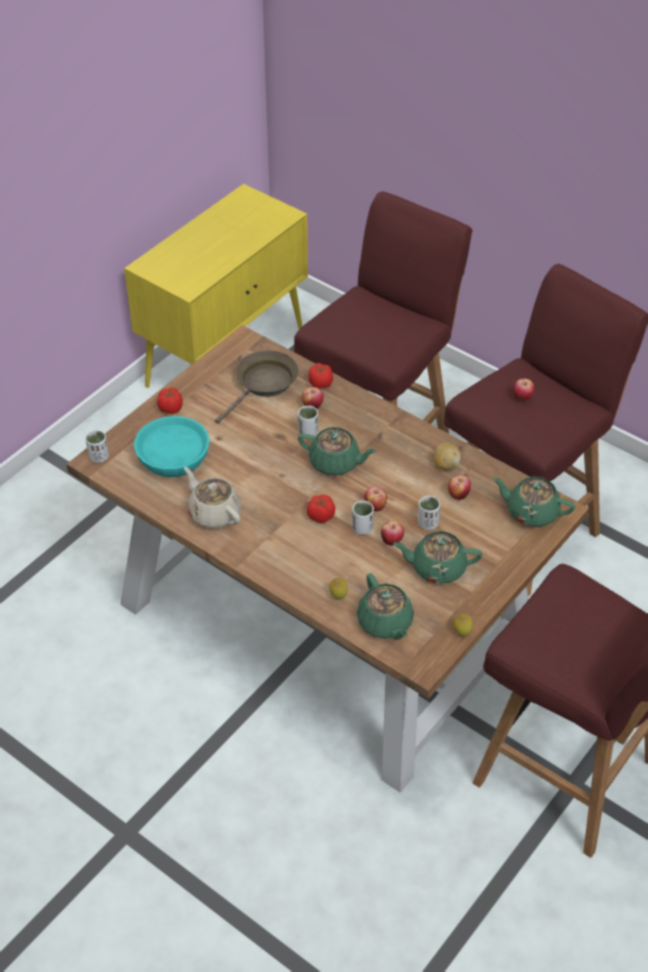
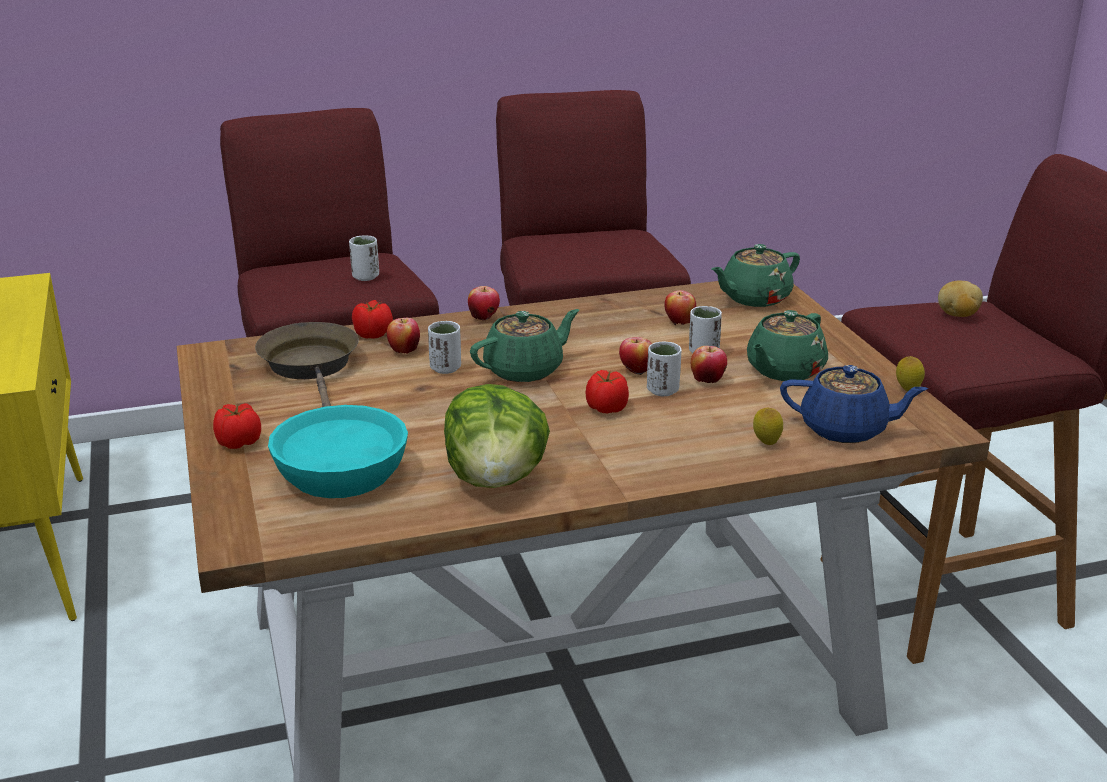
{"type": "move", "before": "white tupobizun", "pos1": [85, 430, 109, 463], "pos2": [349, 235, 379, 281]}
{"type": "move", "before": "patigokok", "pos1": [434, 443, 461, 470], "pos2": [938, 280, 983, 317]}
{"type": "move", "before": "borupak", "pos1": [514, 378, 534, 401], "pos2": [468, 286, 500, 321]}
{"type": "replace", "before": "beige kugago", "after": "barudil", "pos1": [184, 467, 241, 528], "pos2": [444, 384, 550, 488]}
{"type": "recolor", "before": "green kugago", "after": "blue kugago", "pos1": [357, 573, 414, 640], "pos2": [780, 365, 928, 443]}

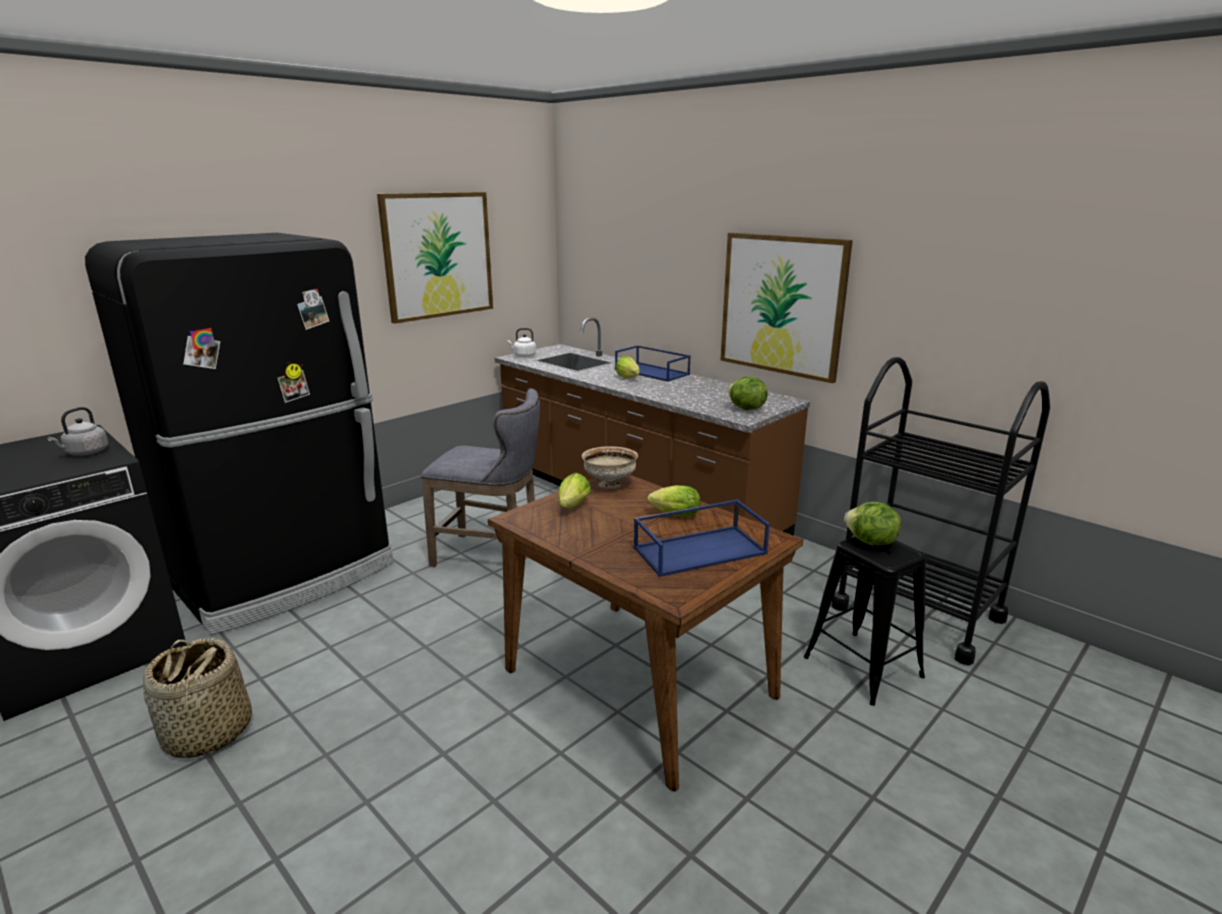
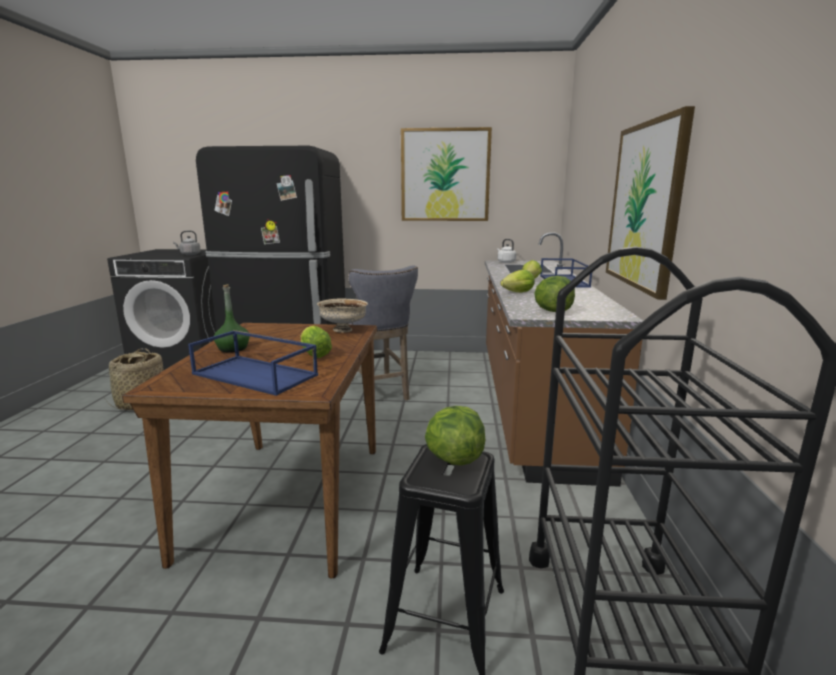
{"type": "insert", "after": "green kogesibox", "pos2": [214, 284, 250, 352]}
{"type": "move", "before": "barudil", "pos1": [558, 473, 591, 508], "pos2": [500, 270, 535, 292]}

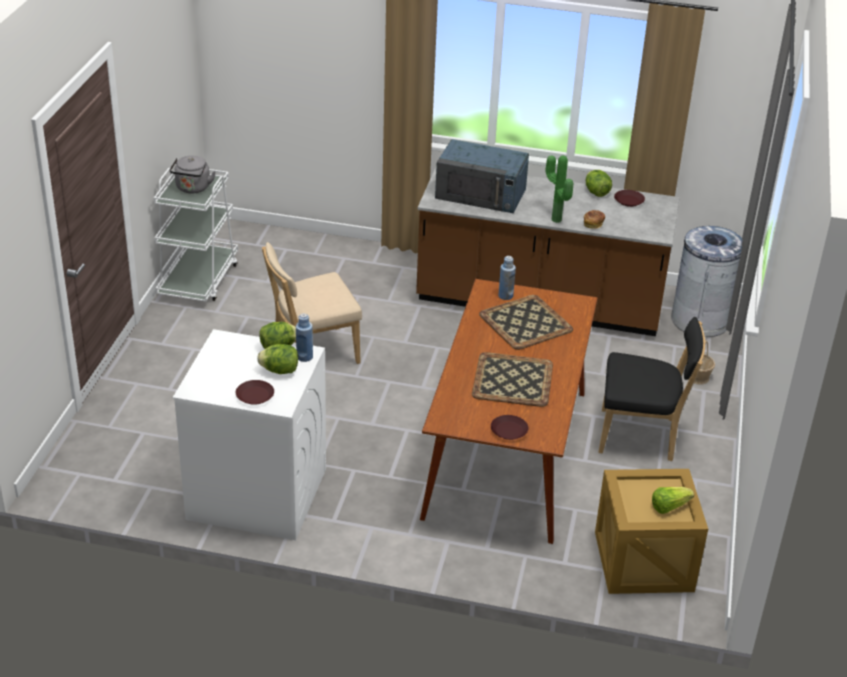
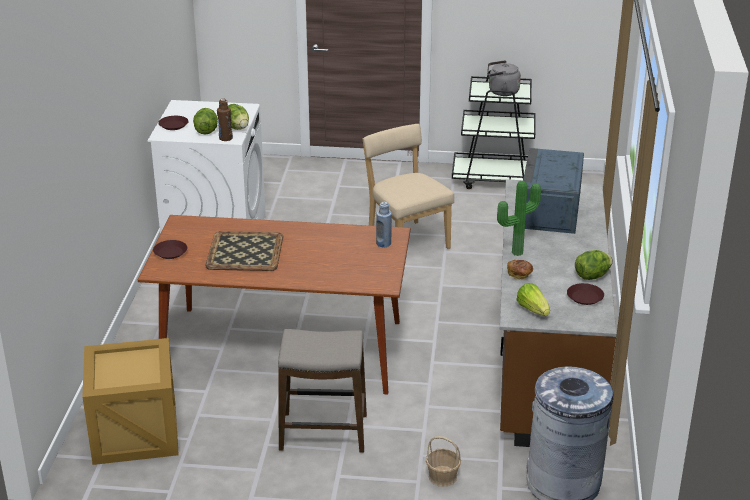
{"type": "delete", "before": "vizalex", "pos1": [479, 295, 573, 350]}
{"type": "move", "before": "barudil", "pos1": [652, 487, 694, 514], "pos2": [516, 283, 550, 316]}
{"type": "replace", "before": "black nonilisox", "after": "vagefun", "pos1": [598, 317, 705, 461], "pos2": [278, 329, 367, 453]}
{"type": "recolor", "before": "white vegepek", "after": "black vegepek", "pos1": [154, 168, 238, 302], "pos2": [452, 70, 535, 189]}
{"type": "recolor", "before": "blue kogesibox", "after": "brown kogesibox", "pos1": [296, 313, 313, 362], "pos2": [217, 99, 233, 141]}

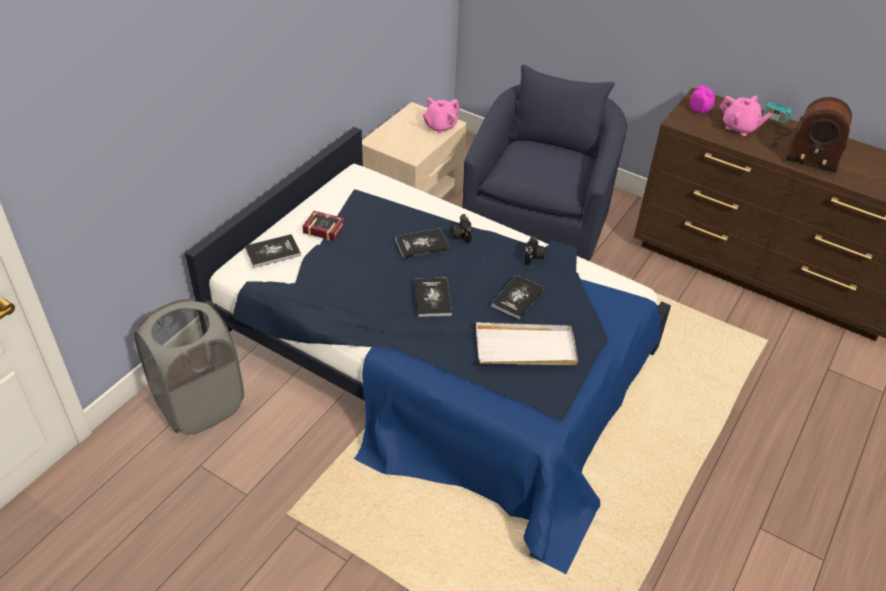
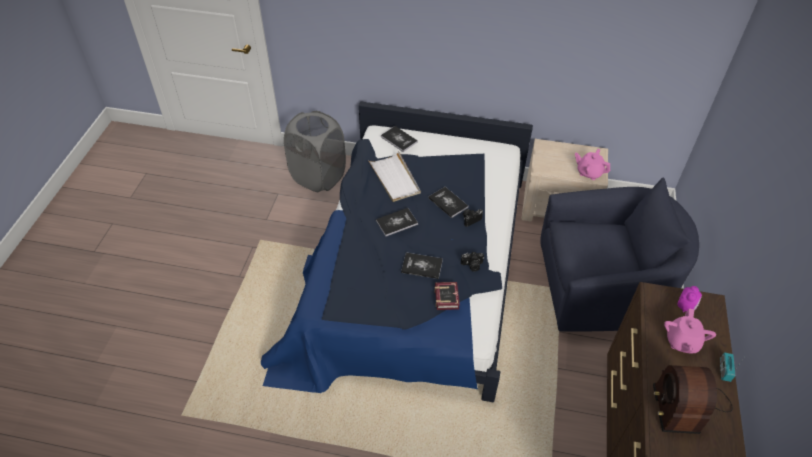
{"type": "move", "before": "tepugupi", "pos1": [302, 211, 345, 241], "pos2": [434, 282, 460, 310]}
{"type": "move", "before": "white vizalex", "pos1": [476, 322, 578, 365], "pos2": [368, 151, 421, 202]}

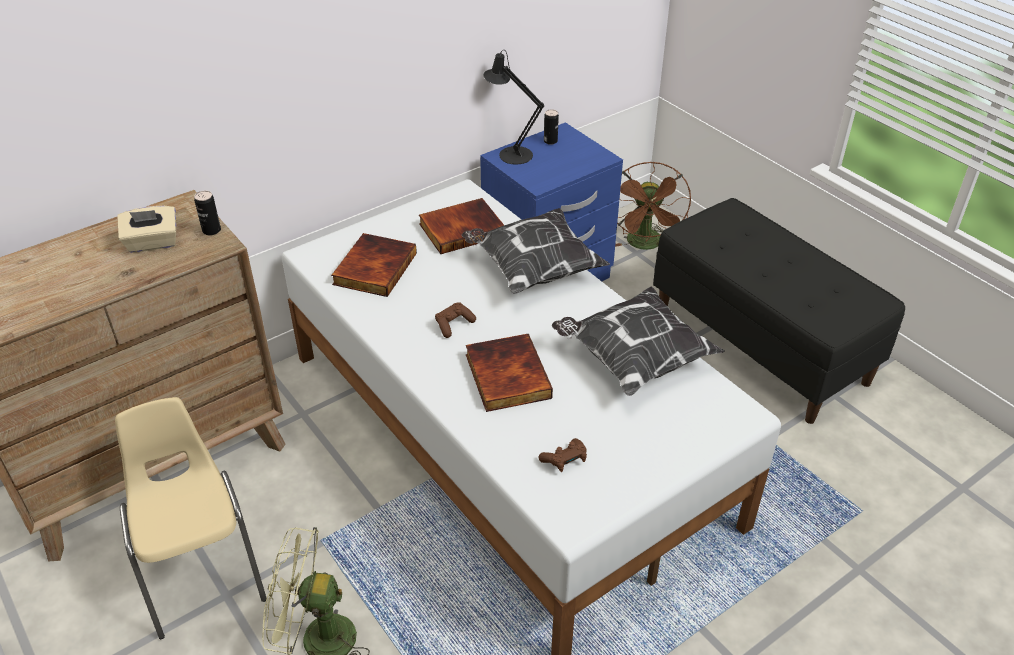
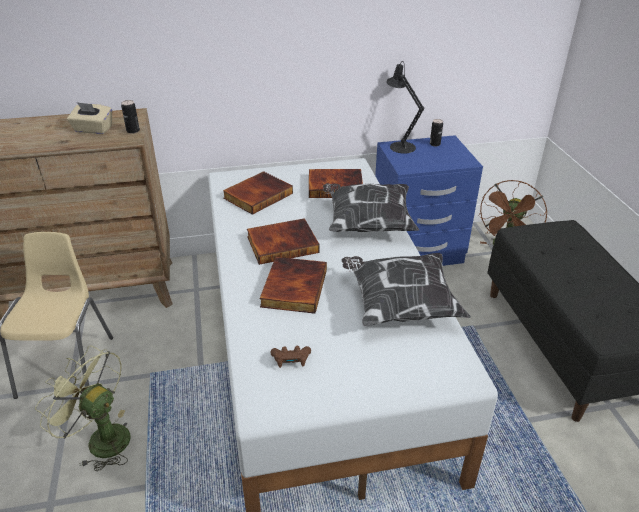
{"type": "replace", "before": "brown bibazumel", "after": "tepugupi", "pos1": [435, 302, 476, 338], "pos2": [247, 218, 320, 265]}

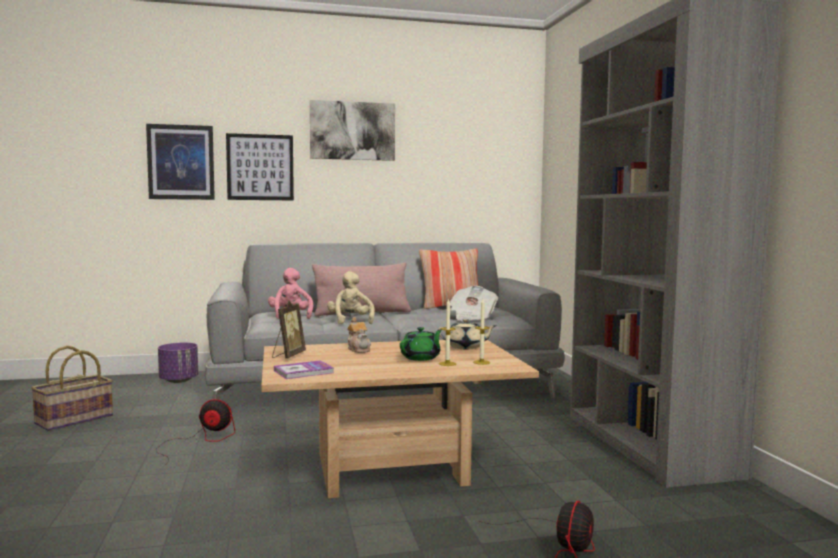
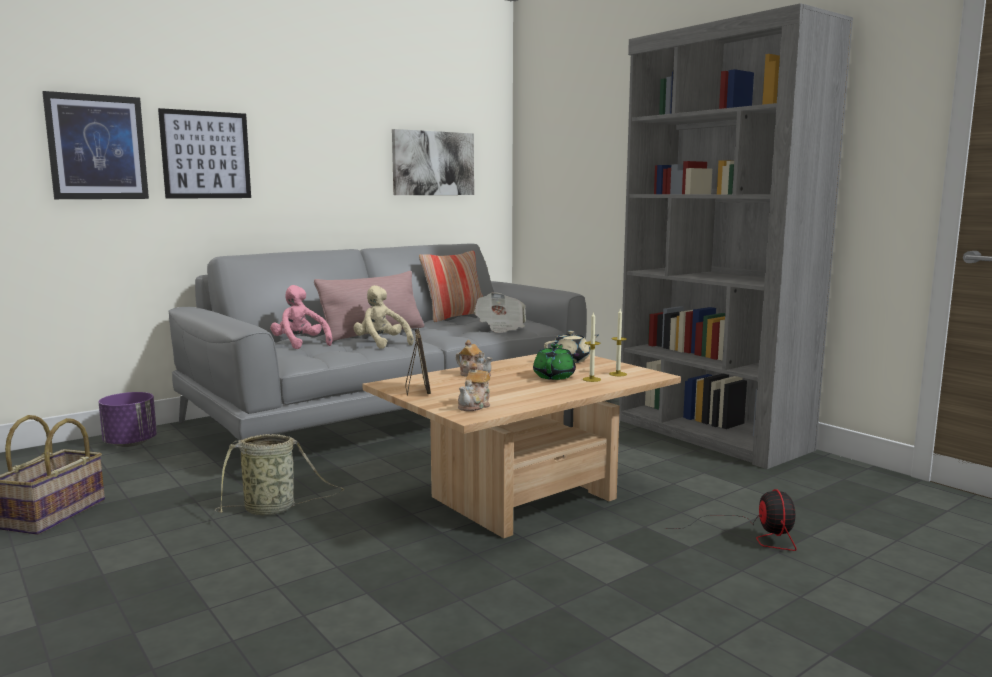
{"type": "move", "before": "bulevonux", "pos1": [310, 100, 395, 161], "pos2": [392, 129, 474, 195]}
{"type": "replace", "before": "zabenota", "after": "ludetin", "pos1": [156, 399, 235, 466], "pos2": [215, 434, 345, 515]}
{"type": "replace", "before": "tepugupi", "after": "kugago", "pos1": [274, 360, 334, 379], "pos2": [458, 363, 490, 411]}

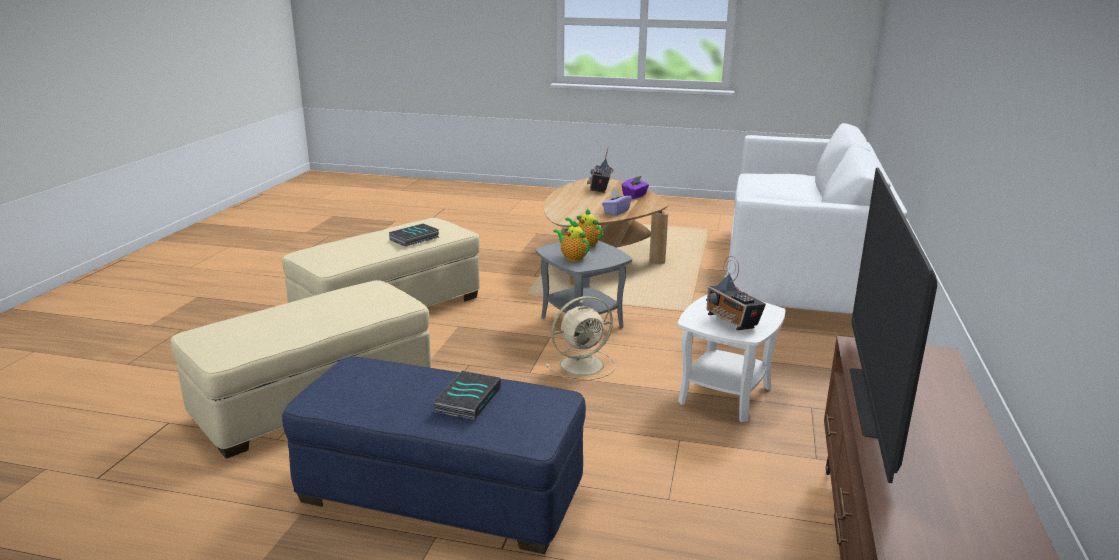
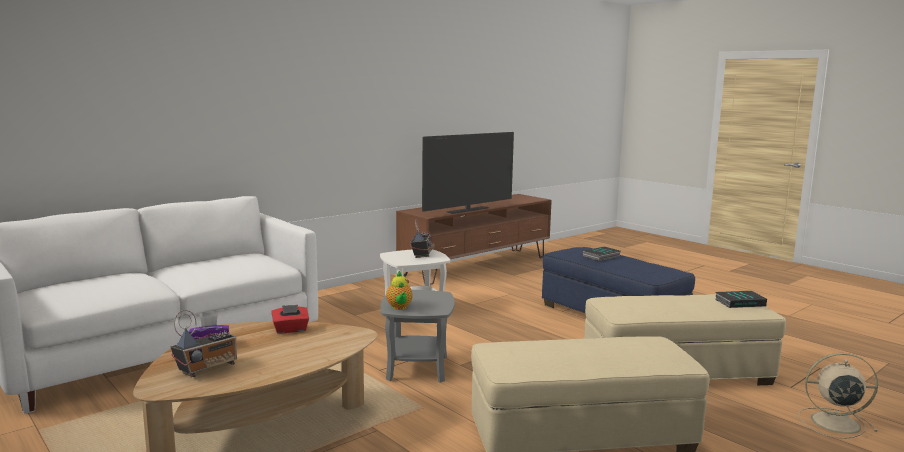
{"type": "delete", "before": "kugago", "pos1": [553, 220, 590, 261]}
{"type": "move", "before": "tepugupi", "pos1": [389, 224, 439, 247], "pos2": [715, 291, 767, 308]}
{"type": "move", "before": "beige zabenota", "pos1": [546, 296, 615, 381], "pos2": [798, 353, 878, 439]}
{"type": "recolor", "before": "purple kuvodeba", "after": "red kuvodeba", "pos1": [602, 189, 632, 216], "pos2": [271, 305, 309, 334]}

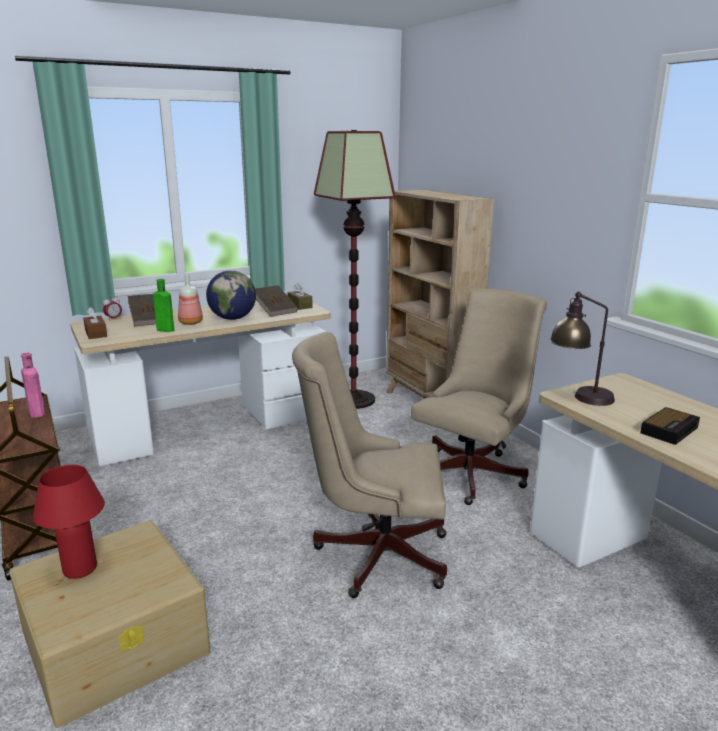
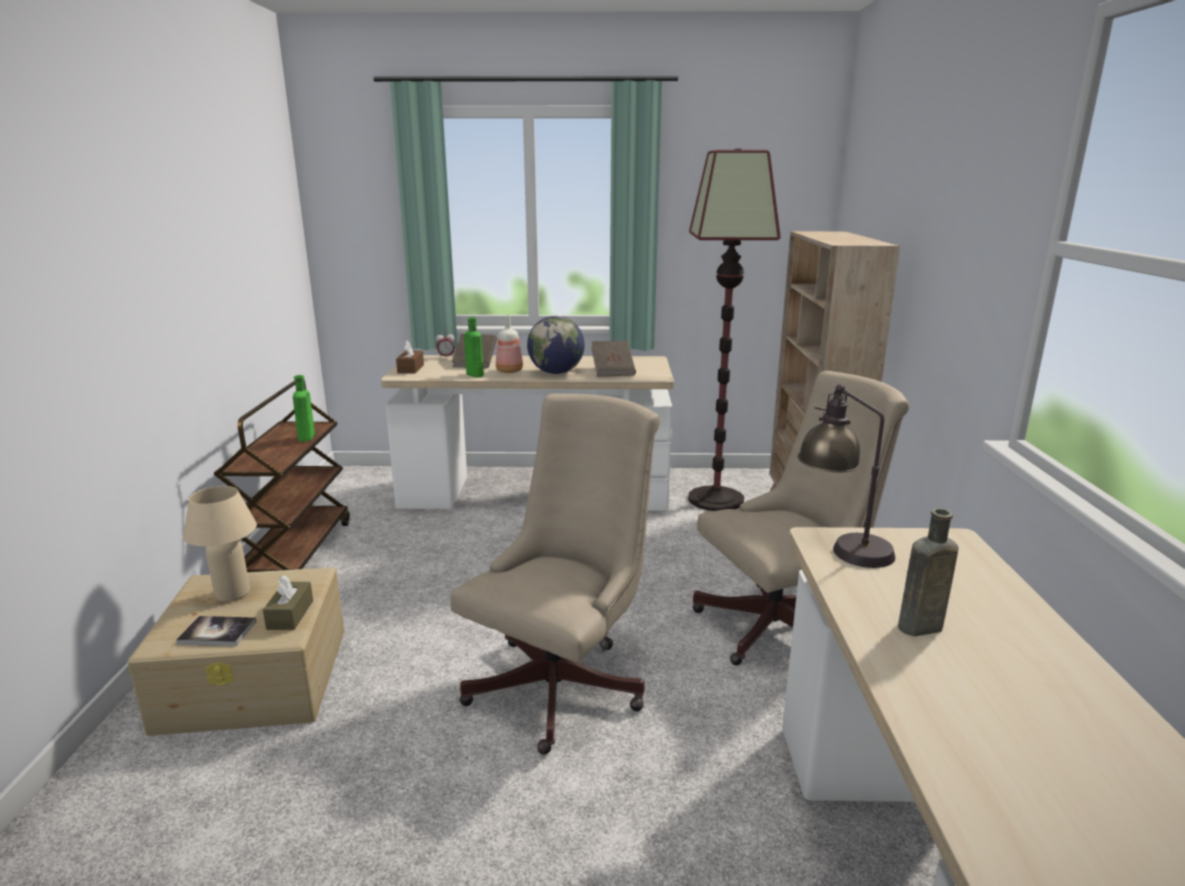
{"type": "insert", "after": "tepugupi", "pos2": [176, 616, 257, 646]}
{"type": "move", "before": "brown kuvodeba", "pos1": [287, 283, 313, 310], "pos2": [263, 575, 313, 630]}
{"type": "replace", "before": "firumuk", "after": "brown kogesibox", "pos1": [640, 407, 700, 445], "pos2": [898, 508, 959, 636]}
{"type": "recolor", "before": "pink kogesibox", "after": "green kogesibox", "pos1": [21, 353, 45, 418], "pos2": [293, 375, 315, 441]}
{"type": "recolor", "before": "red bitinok", "after": "beige bitinok", "pos1": [33, 465, 105, 579], "pos2": [183, 486, 257, 602]}
{"type": "rotate", "before": "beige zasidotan", "pos1": [292, 332, 447, 598], "pos2": [450, 394, 660, 755], "turn": 90}

